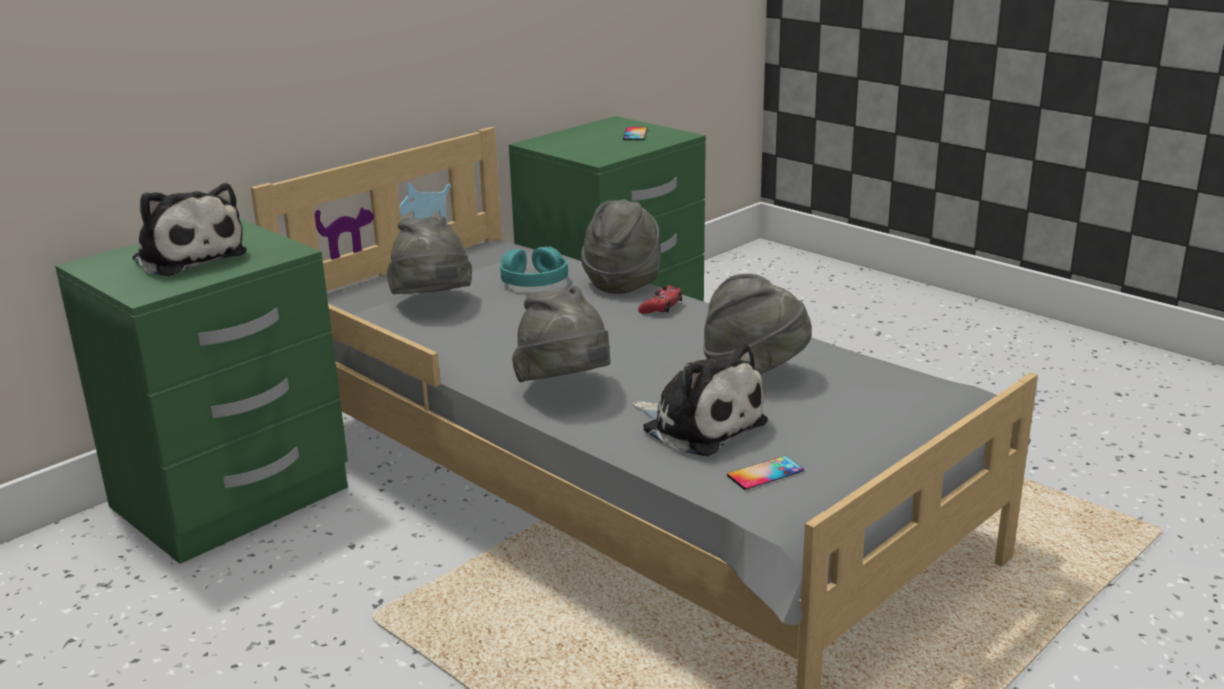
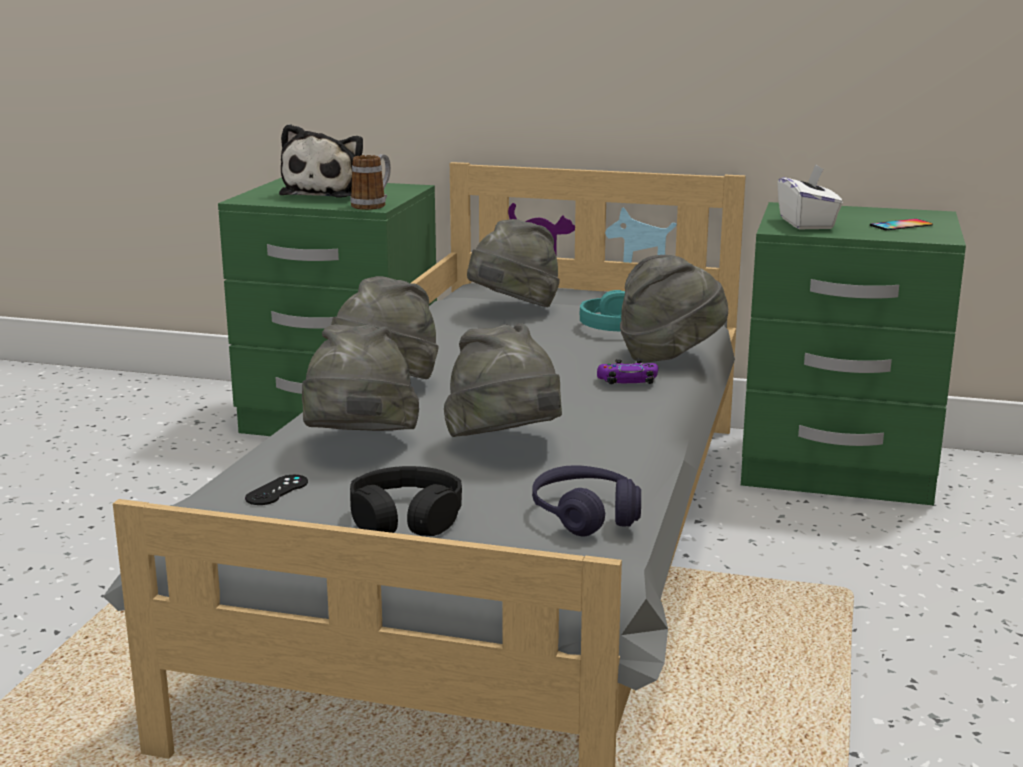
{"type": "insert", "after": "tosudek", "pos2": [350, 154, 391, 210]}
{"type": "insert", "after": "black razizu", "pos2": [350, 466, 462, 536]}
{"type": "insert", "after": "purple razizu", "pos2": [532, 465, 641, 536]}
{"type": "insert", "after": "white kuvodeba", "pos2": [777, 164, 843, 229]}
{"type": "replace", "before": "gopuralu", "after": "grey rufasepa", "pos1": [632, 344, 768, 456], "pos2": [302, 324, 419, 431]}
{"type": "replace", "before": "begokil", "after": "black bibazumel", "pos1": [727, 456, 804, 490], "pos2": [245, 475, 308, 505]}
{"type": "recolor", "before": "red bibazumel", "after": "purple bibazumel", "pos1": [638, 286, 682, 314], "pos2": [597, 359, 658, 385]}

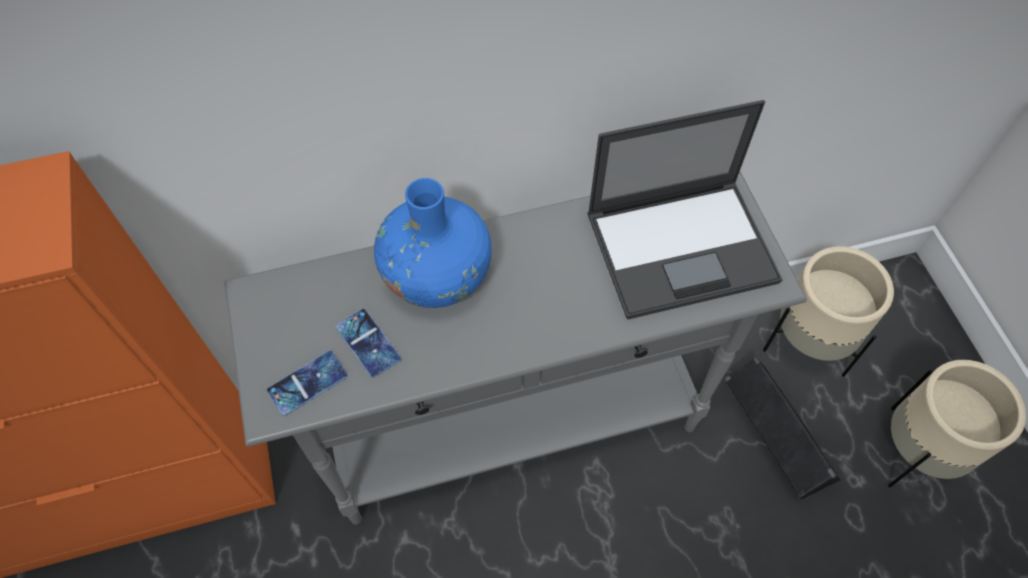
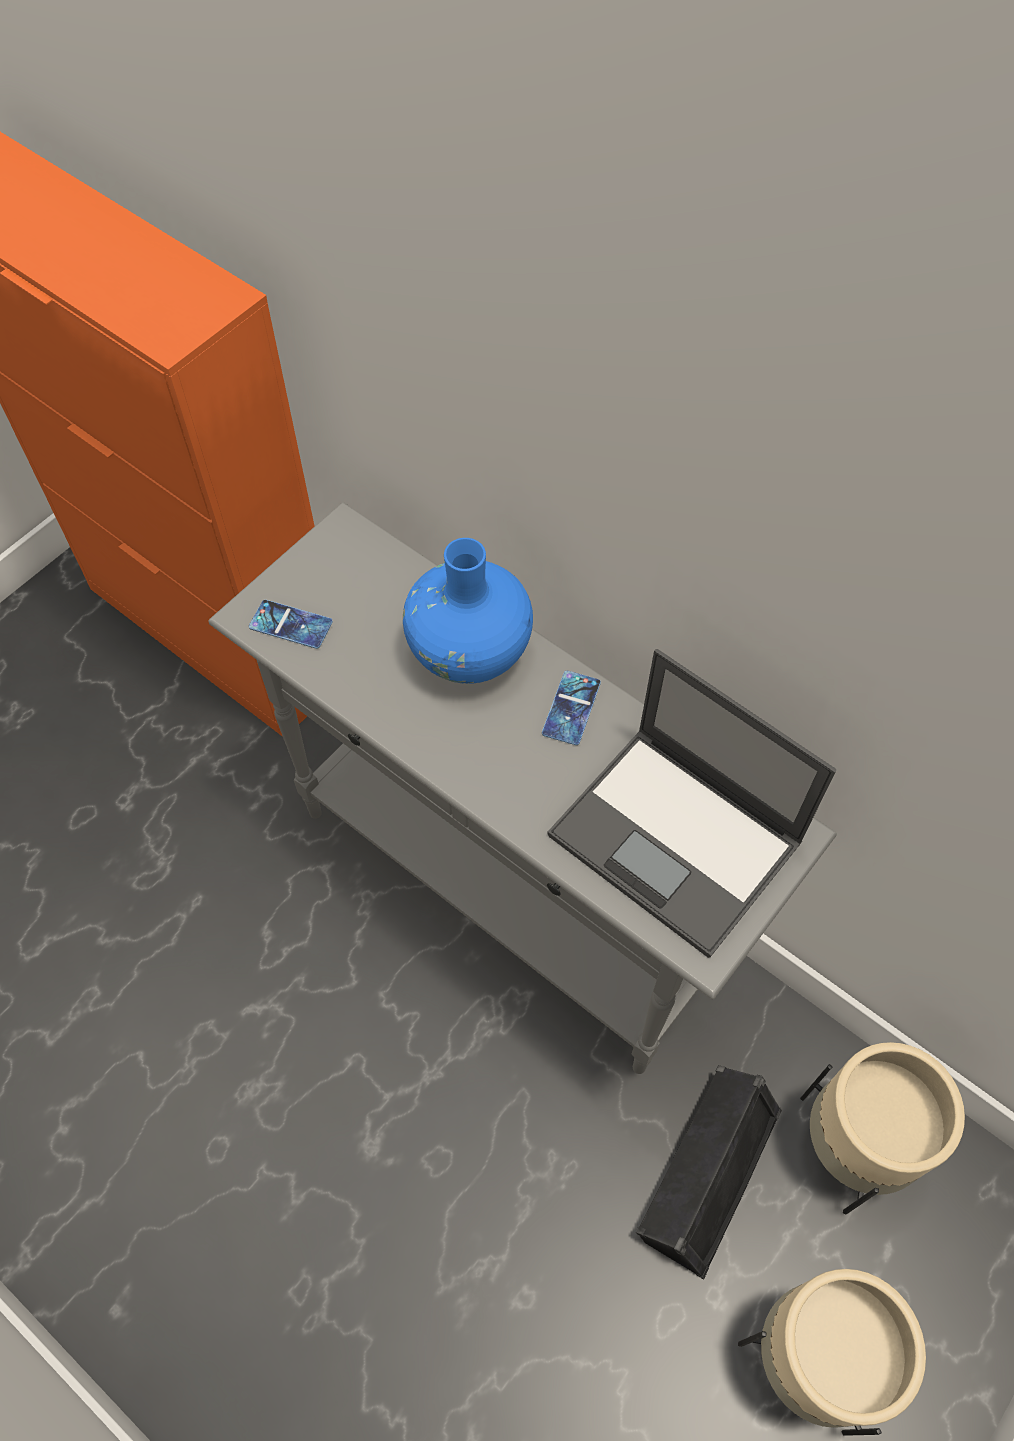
{"type": "move", "before": "begokil", "pos1": [336, 309, 401, 378], "pos2": [542, 671, 601, 745]}

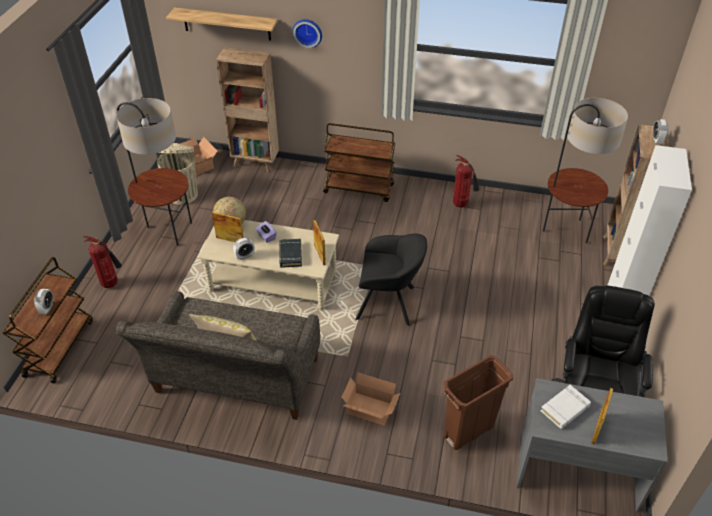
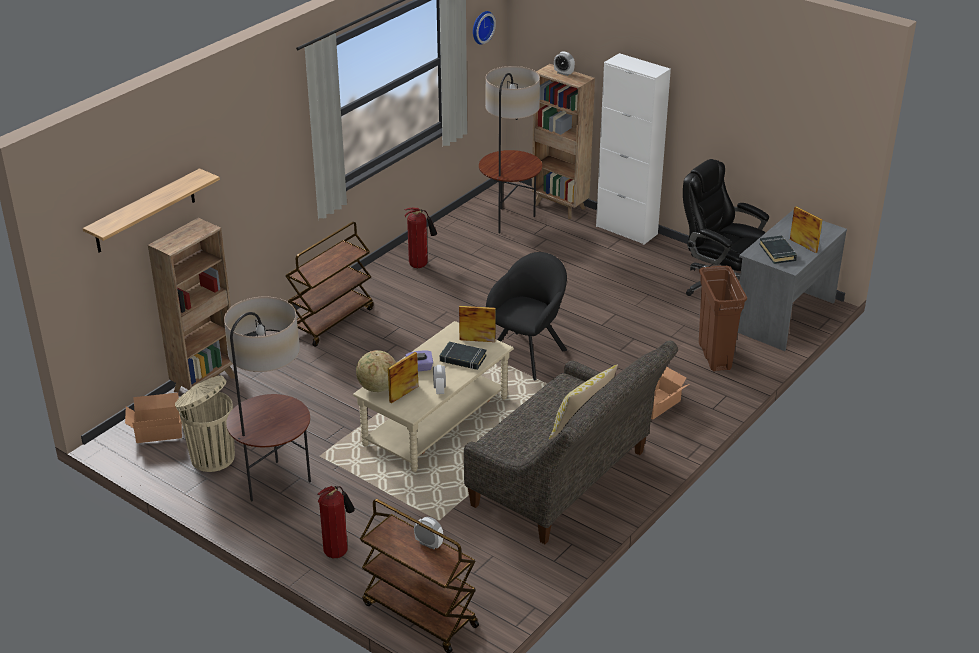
{"type": "move", "before": "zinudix", "pos1": [292, 19, 322, 48], "pos2": [473, 11, 496, 45]}
{"type": "recolor", "before": "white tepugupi", "after": "black tepugupi", "pos1": [541, 385, 591, 429], "pos2": [759, 236, 797, 264]}

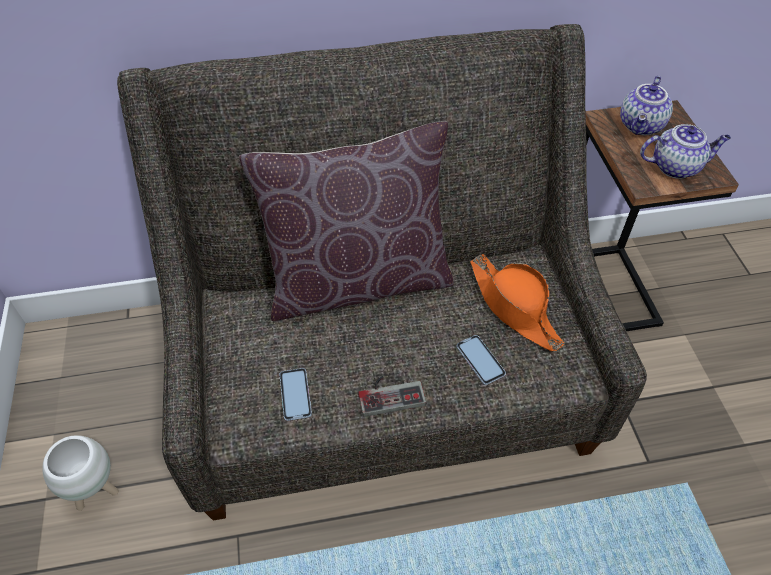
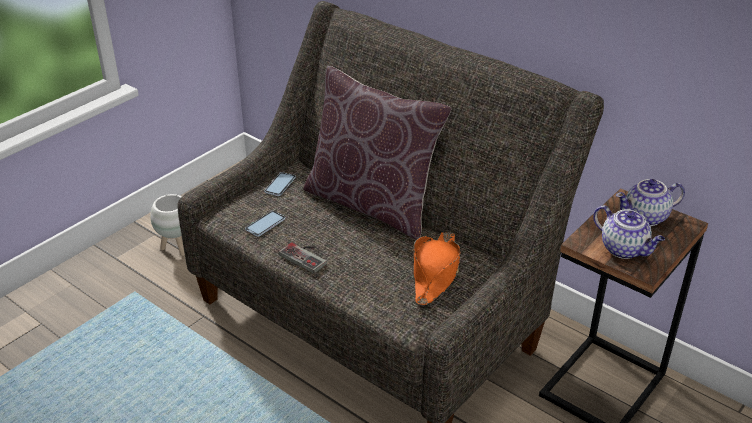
{"type": "move", "before": "begokil", "pos1": [457, 335, 506, 385], "pos2": [264, 172, 296, 196]}

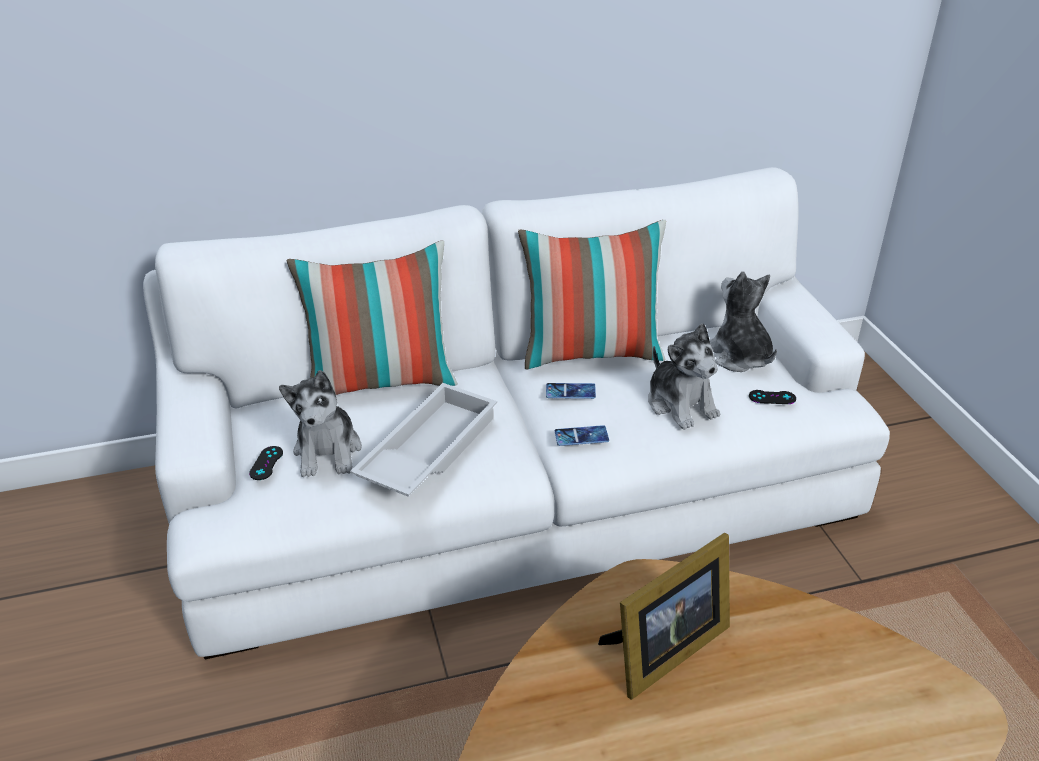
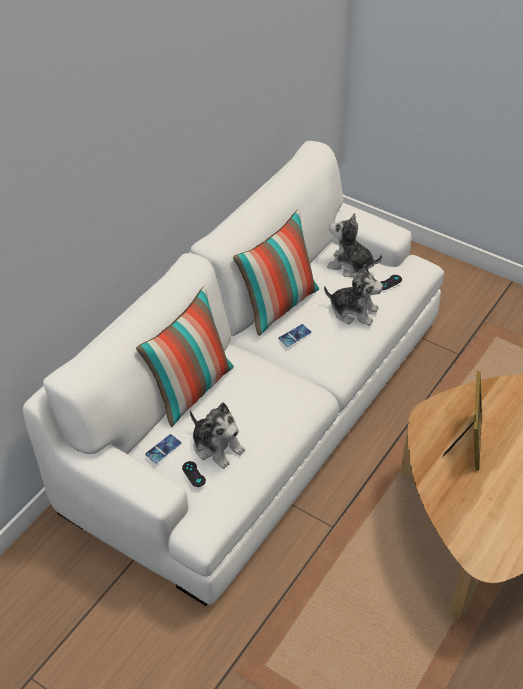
{"type": "delete", "before": "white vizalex", "pos1": [350, 383, 497, 497]}
{"type": "move", "before": "begokil", "pos1": [555, 425, 609, 446], "pos2": [145, 434, 181, 463]}

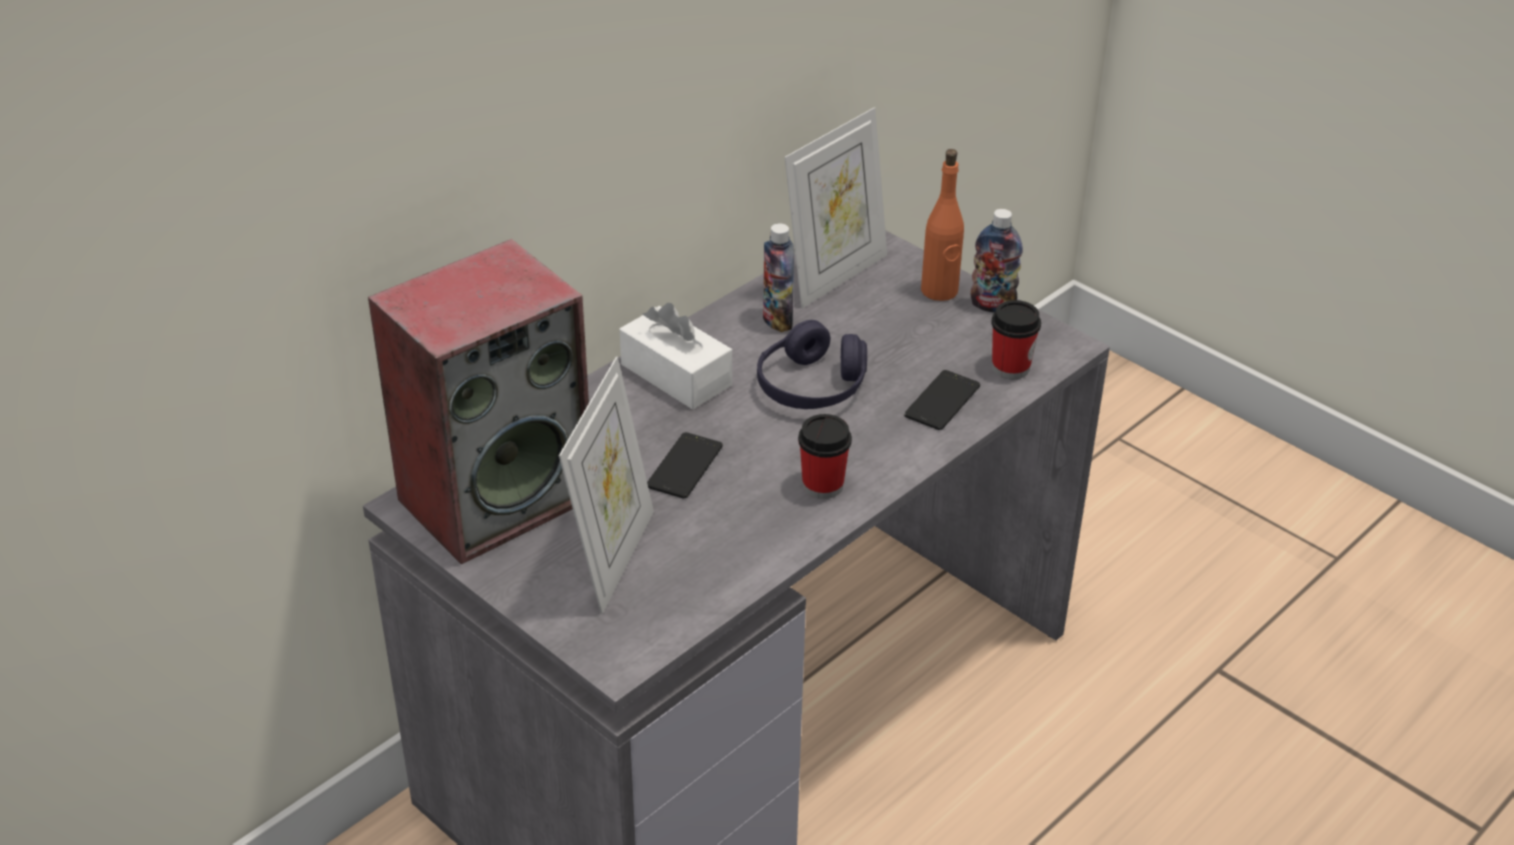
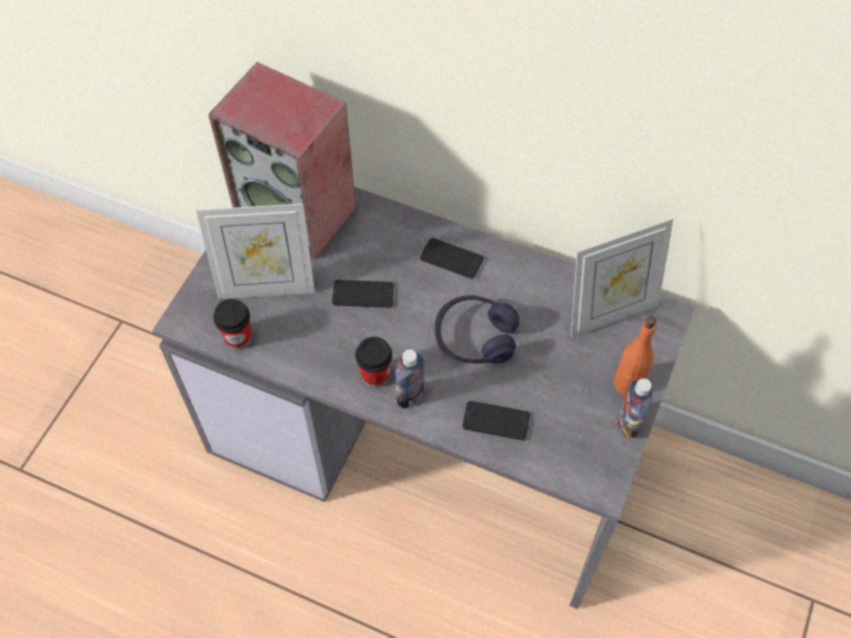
{"type": "move", "before": "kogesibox", "pos1": [763, 223, 795, 332], "pos2": [395, 349, 424, 409]}
{"type": "move", "before": "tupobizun", "pos1": [992, 300, 1041, 379], "pos2": [213, 299, 252, 350]}
{"type": "replace", "before": "white kuvodeba", "after": "begokil", "pos1": [620, 303, 732, 409], "pos2": [420, 238, 484, 279]}
{"type": "rotate", "before": "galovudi", "pos1": [785, 107, 887, 308], "pos2": [571, 218, 673, 338], "turn": -45}

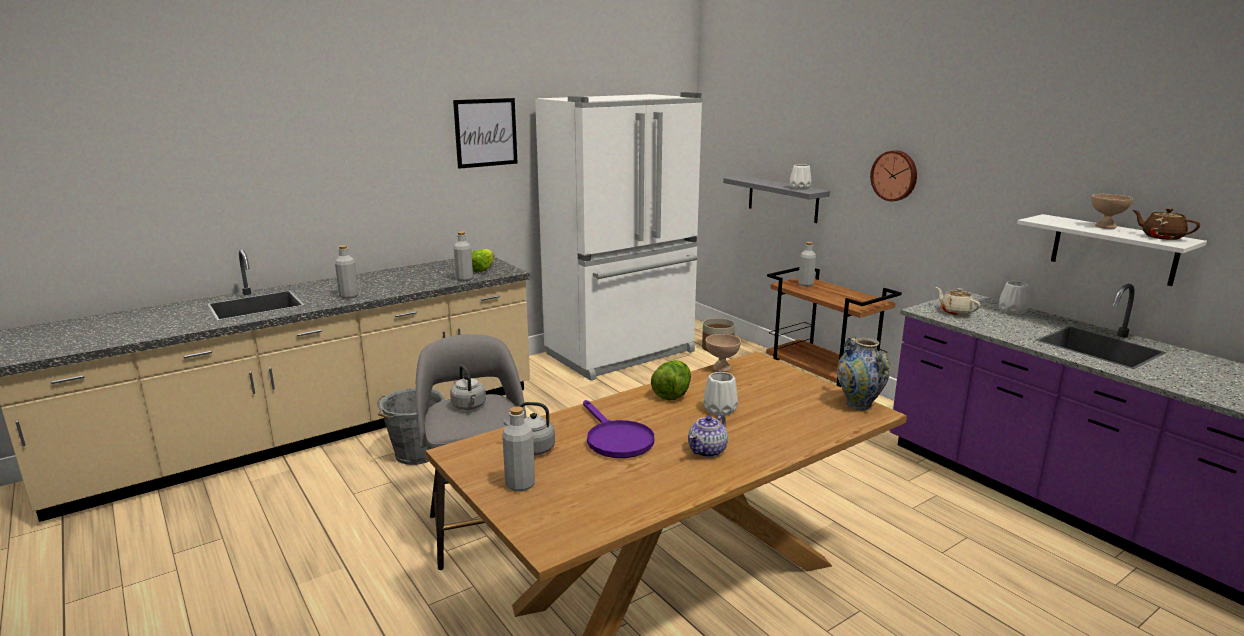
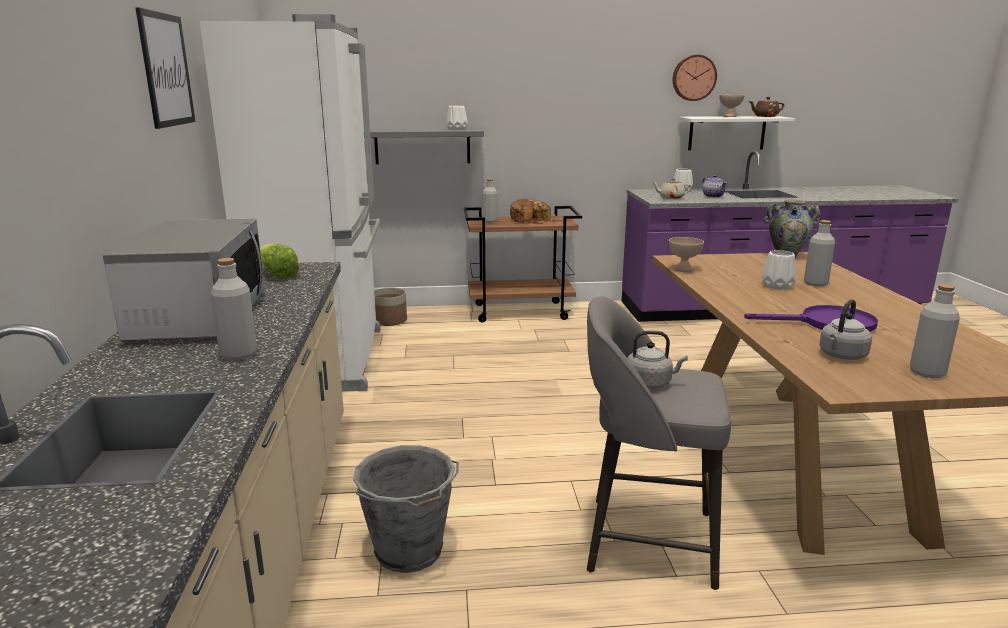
{"type": "delete", "before": "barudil", "pos1": [651, 360, 691, 401]}
{"type": "insert", "after": "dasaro", "pos2": [103, 219, 265, 341]}
{"type": "insert", "after": "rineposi", "pos2": [510, 198, 556, 224]}
{"type": "move", "before": "grey kogesibox", "pos1": [453, 232, 473, 281], "pos2": [804, 220, 835, 287]}
{"type": "move", "before": "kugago", "pos1": [688, 414, 728, 458], "pos2": [702, 175, 727, 198]}
{"type": "move", "before": "zinudix", "pos1": [870, 150, 917, 201], "pos2": [673, 55, 717, 101]}

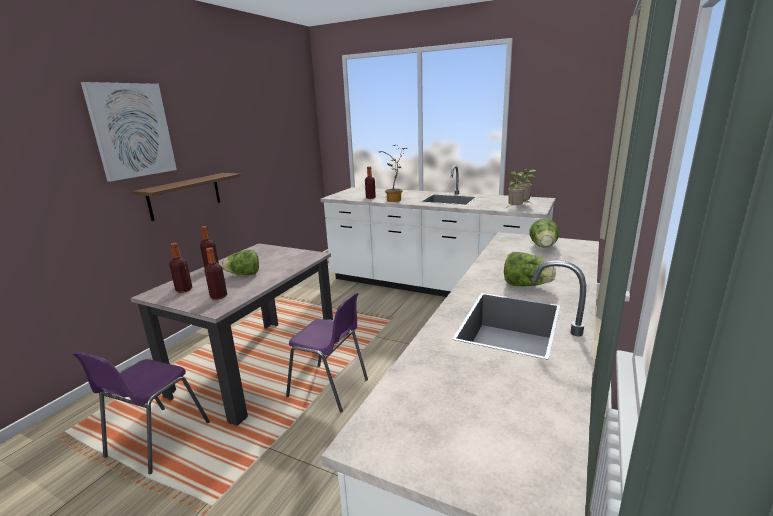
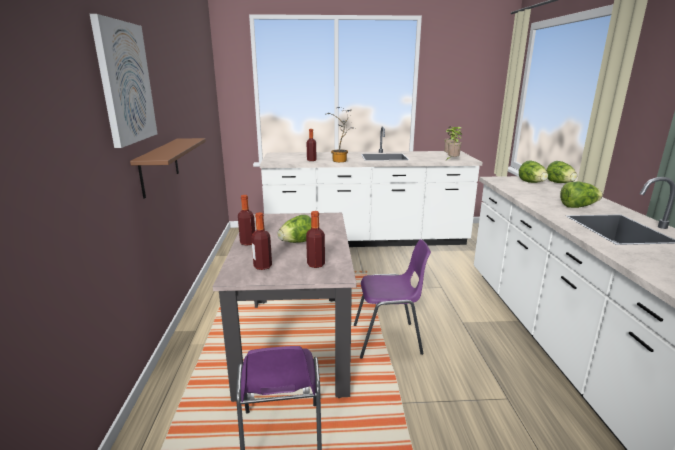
{"type": "insert", "after": "barudil", "pos2": [546, 161, 577, 183]}

